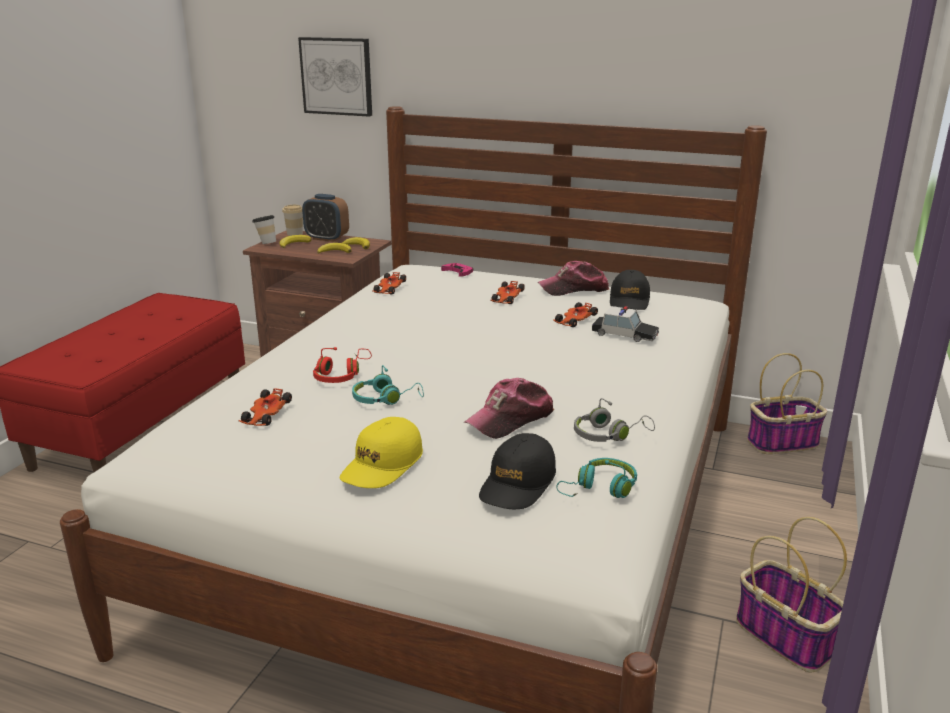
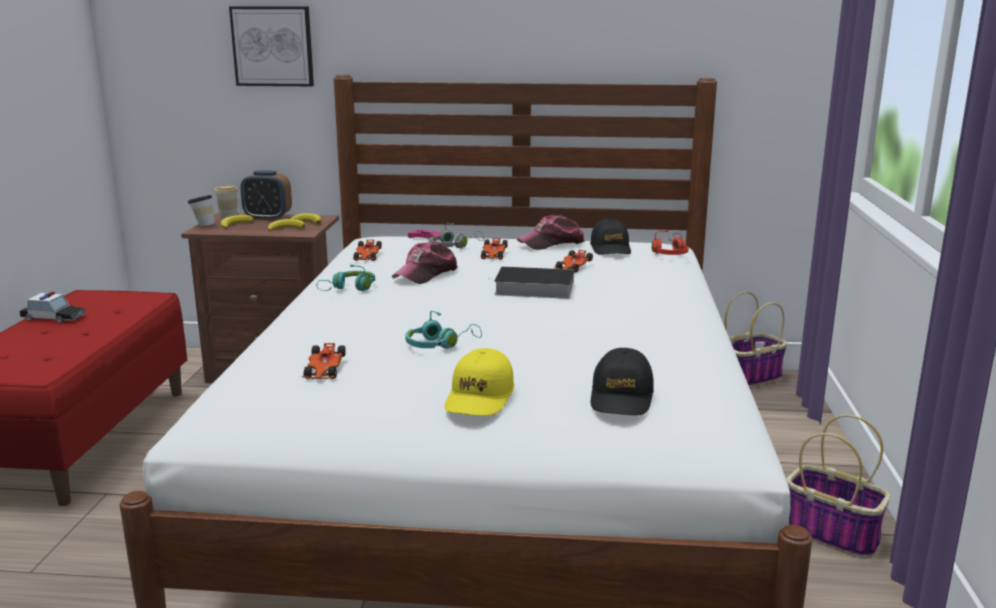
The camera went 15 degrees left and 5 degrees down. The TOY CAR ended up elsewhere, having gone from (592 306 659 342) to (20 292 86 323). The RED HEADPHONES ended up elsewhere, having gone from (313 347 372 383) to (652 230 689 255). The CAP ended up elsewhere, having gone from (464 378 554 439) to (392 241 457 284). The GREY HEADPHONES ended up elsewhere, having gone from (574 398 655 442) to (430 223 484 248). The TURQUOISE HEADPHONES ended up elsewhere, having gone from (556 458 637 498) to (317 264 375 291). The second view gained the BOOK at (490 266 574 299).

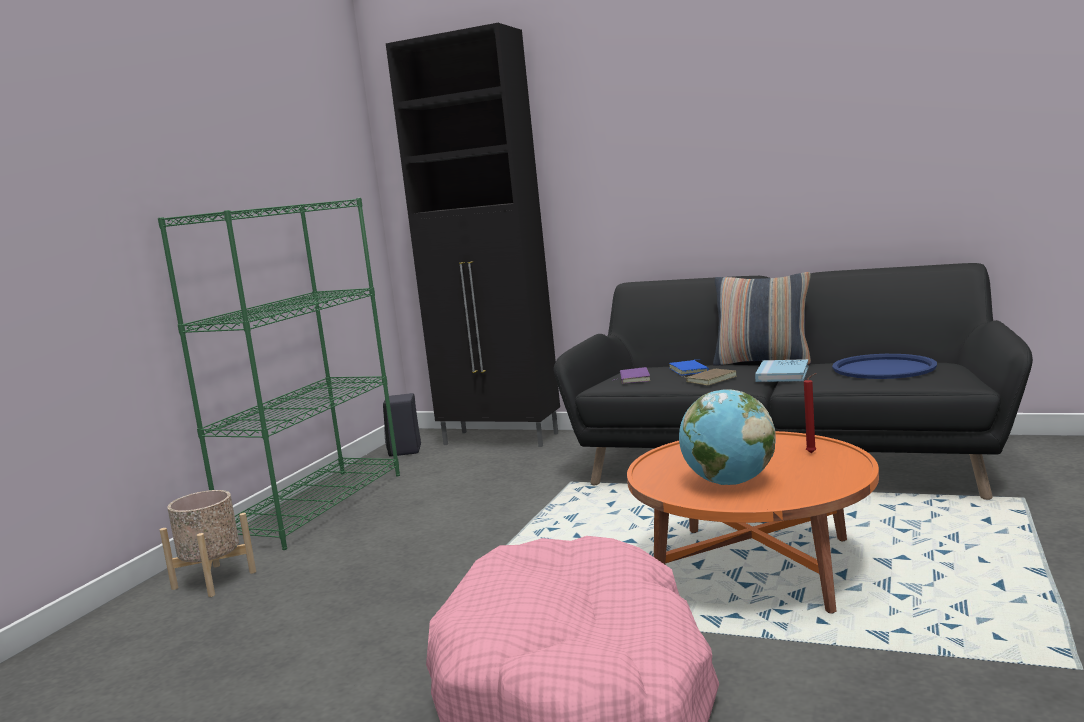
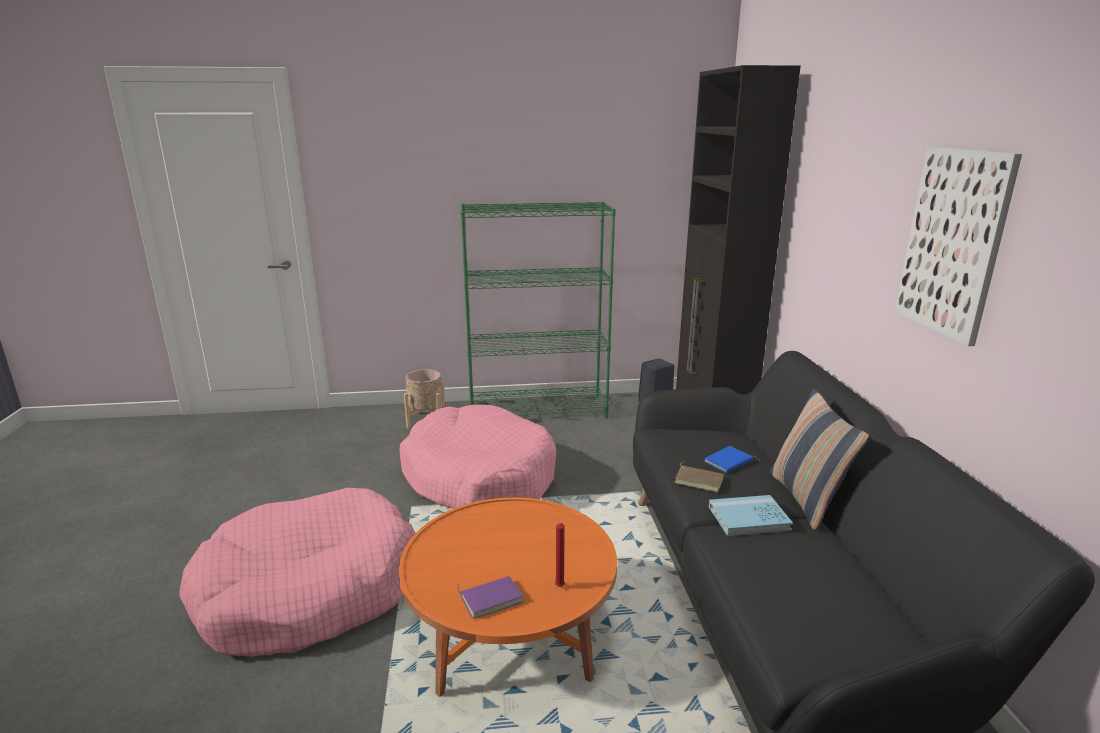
The camera went 60 degrees right and 10 degrees up. The second view lost the BLUE TRAY at (832 354 937 379). The PURPLE BOOK ended up elsewhere, having gone from (612 367 650 384) to (457 576 523 619). The second view lost the GLOBE at (679 389 776 485). The second view gained the PICTURE at (895 147 1022 346). The second view gained the PINK DOG BED at (400 405 556 509).

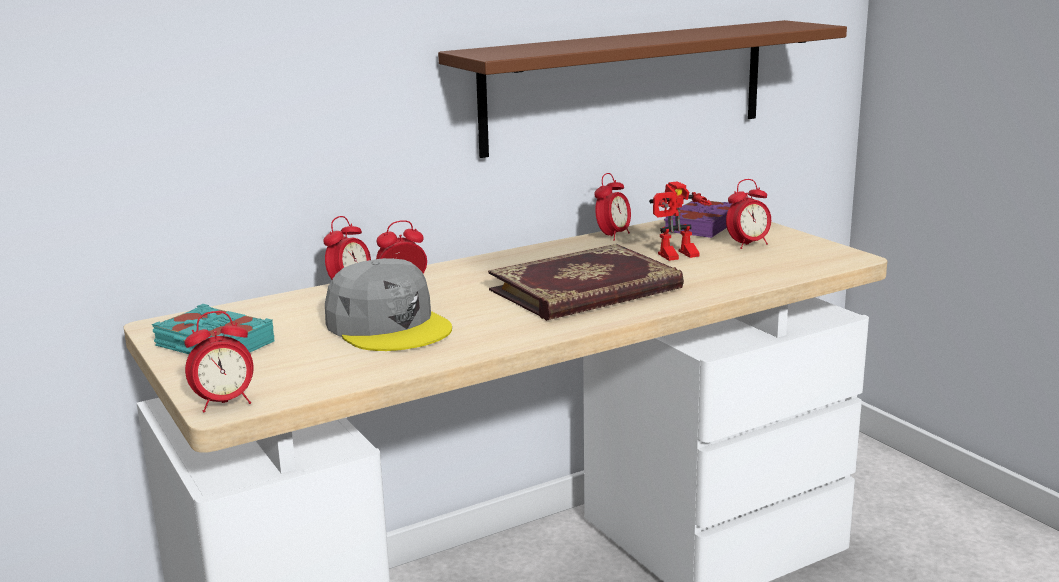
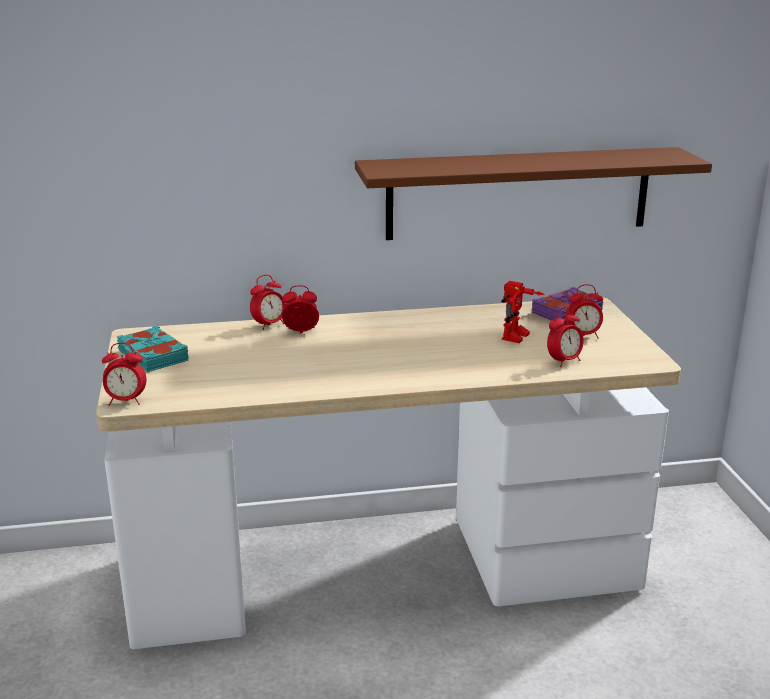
The camera went 20 degrees right and 5 degrees up. The ALARM CLOCK ended up elsewhere, having gone from (594 173 631 241) to (547 307 584 367). The TOY ROBOT at (649 181 712 261) ended up facing another way, 60 degrees counterclockwise from before. The second view lost the BOOK at (488 244 684 321). The second view lost the GREY CAP at (325 258 452 351).

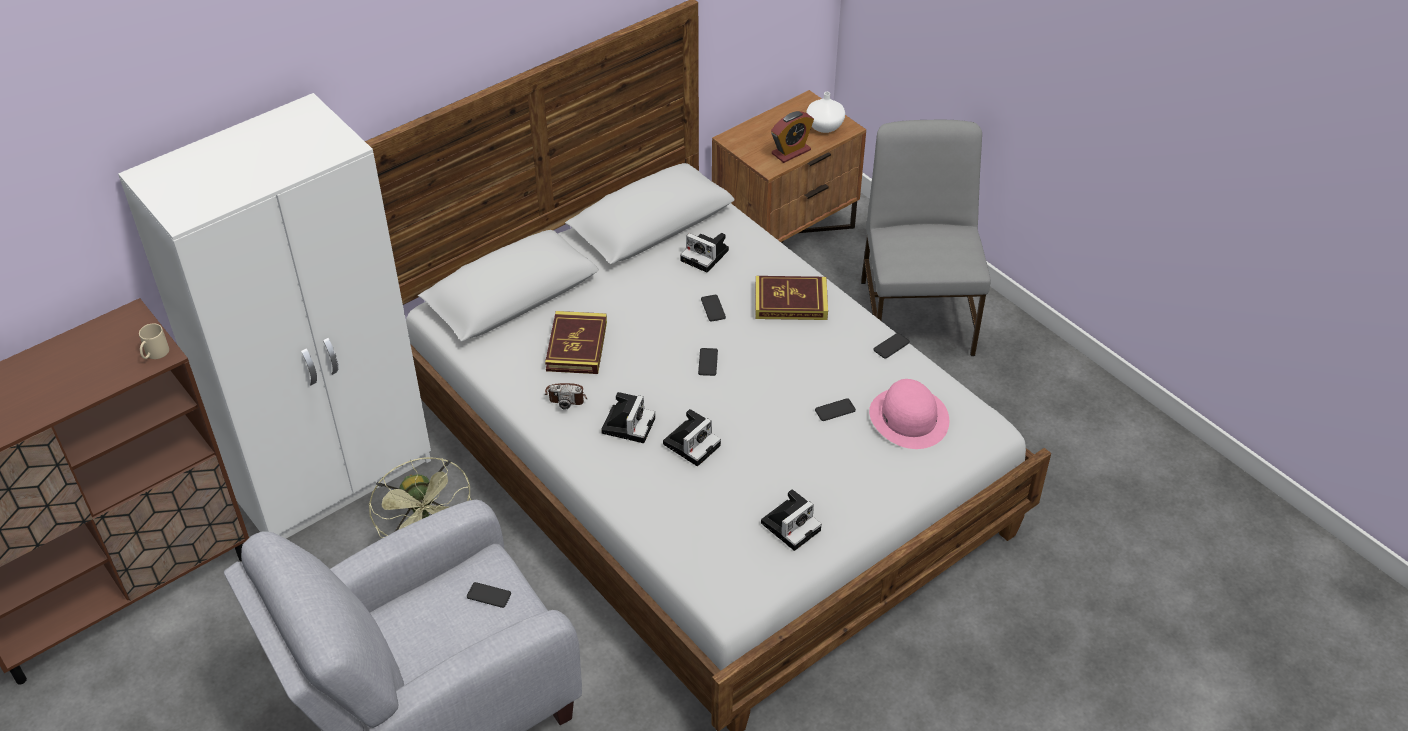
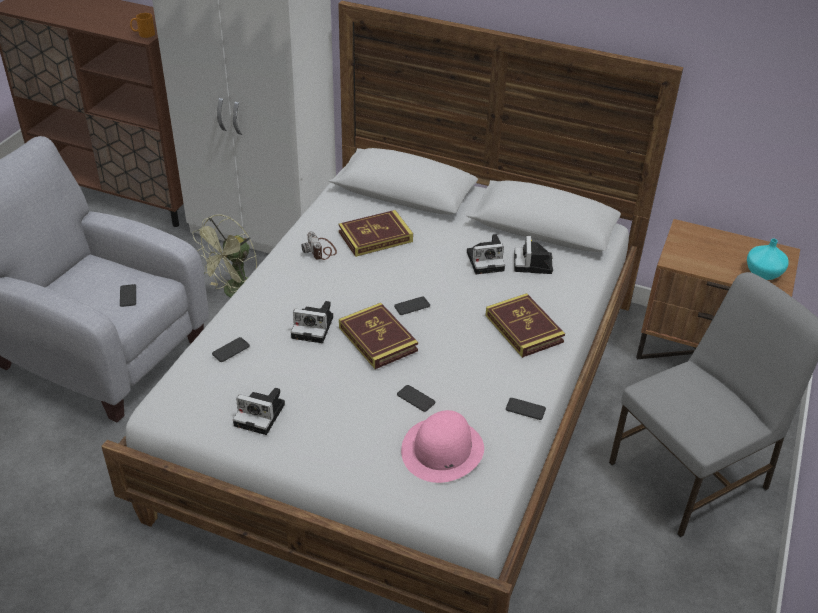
The camera went 60 degrees right and 5 degrees down. What was the WHITE VASE at (806 92 845 133) turned into the TURQUOISE VASE at (747 239 789 280). The second view lost the ALARM CLOCK at (771 111 814 163). The PHONE ended up elsewhere, having gone from (701 295 726 322) to (212 337 250 362). What was the BEIGE MUG at (139 323 169 359) turned into the ORANGE MUG at (130 13 155 38). The PHOTO CAMERA ended up elsewhere, having gone from (601 392 655 443) to (467 234 505 274). The second view gained the BOOK at (339 303 418 369).

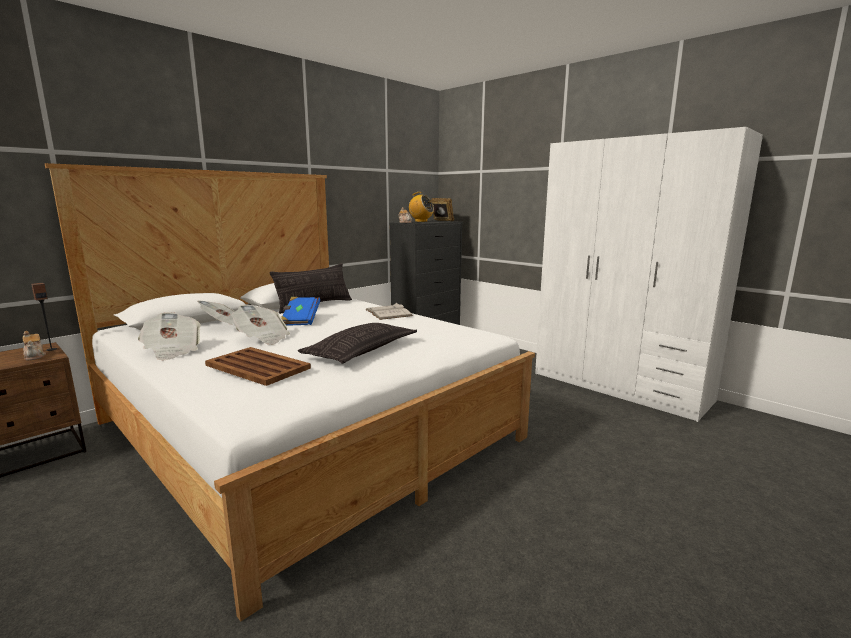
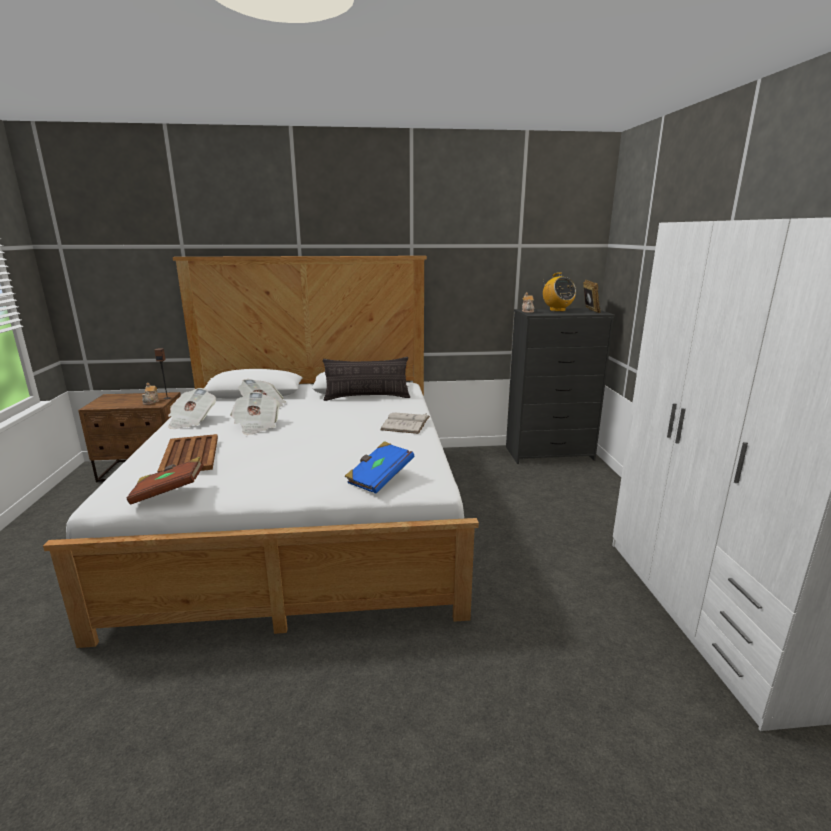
The camera went 40 degrees right and 5 degrees up. The BLUE BOOK ended up elsewhere, having gone from (281 297 320 326) to (345 441 414 494). The second view lost the PILLOW at (298 323 417 364). The second view gained the BROWN BOOK at (127 457 204 505).

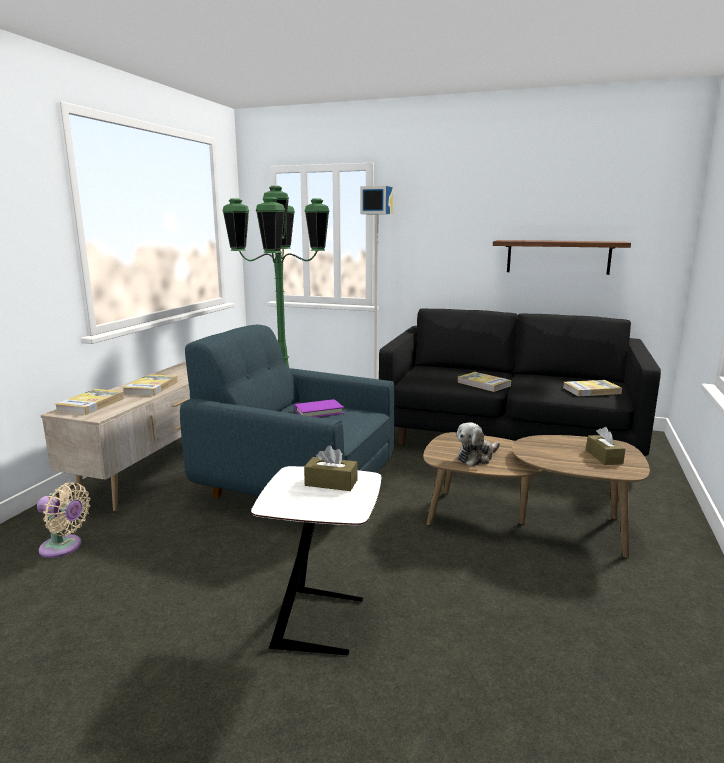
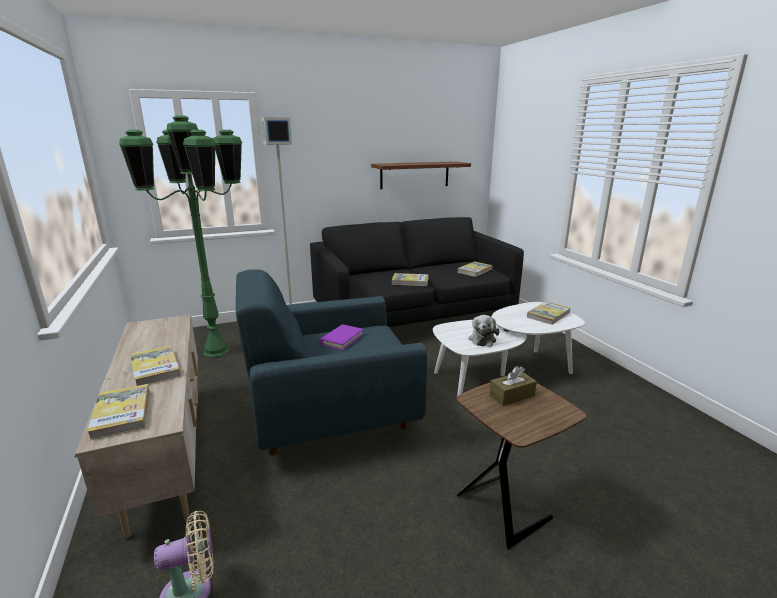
The camera went 40 degrees left and 5 degrees up. Where the BROWN TISSUE BOX stood at (586 427 625 465), the BOOK came to stand at (527 301 571 325). What was the BROWN COFFEE TABLE at (423 432 650 558) turned into the WHITE COFFEE TABLE at (433 302 585 396). What was the WHITE SIDE TABLE at (251 466 381 655) turned into the BROWN SIDE TABLE at (457 382 586 549).

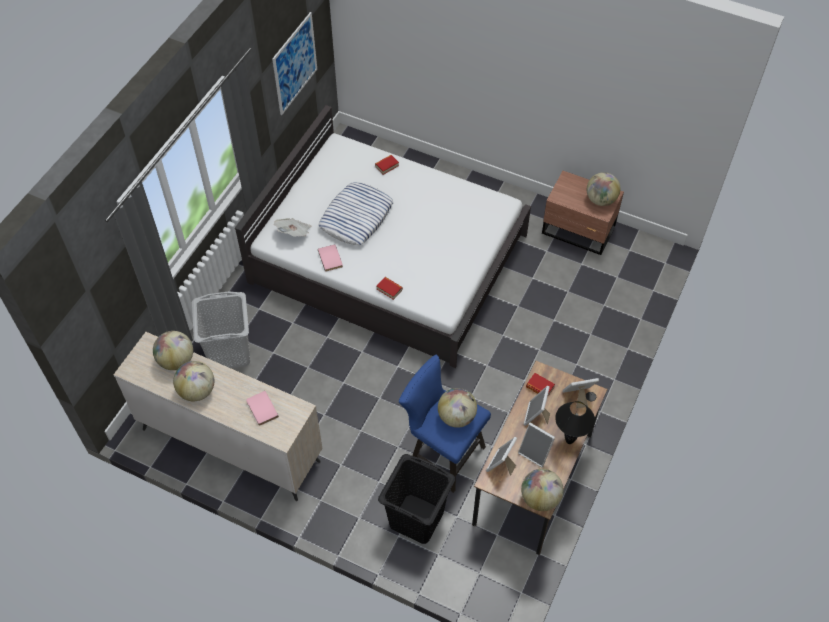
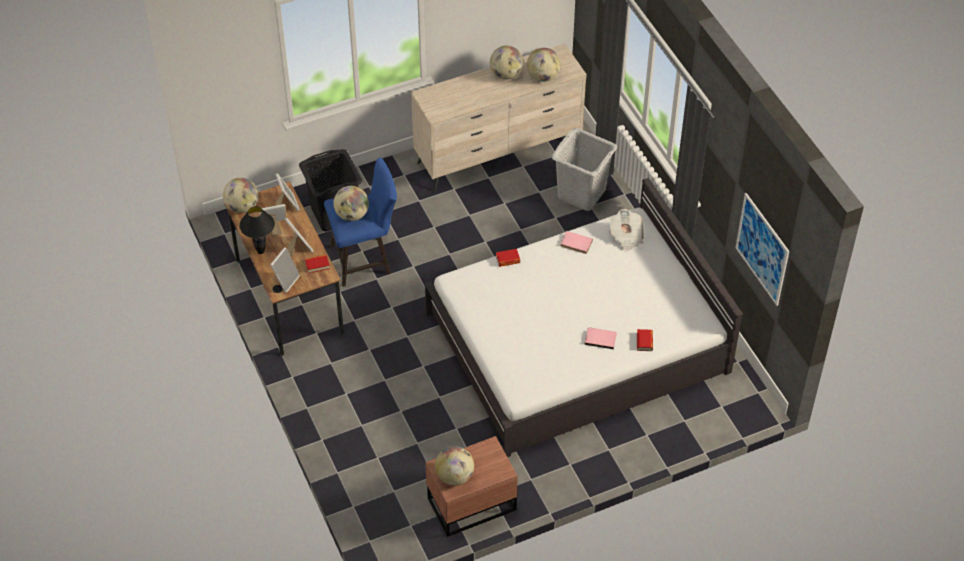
The camera went 130 degrees right and 5 degrees down. The second view lost the PILLOW at (318 182 393 245). The PINK BOOK ended up elsewhere, having gone from (246 391 279 426) to (584 327 617 349).

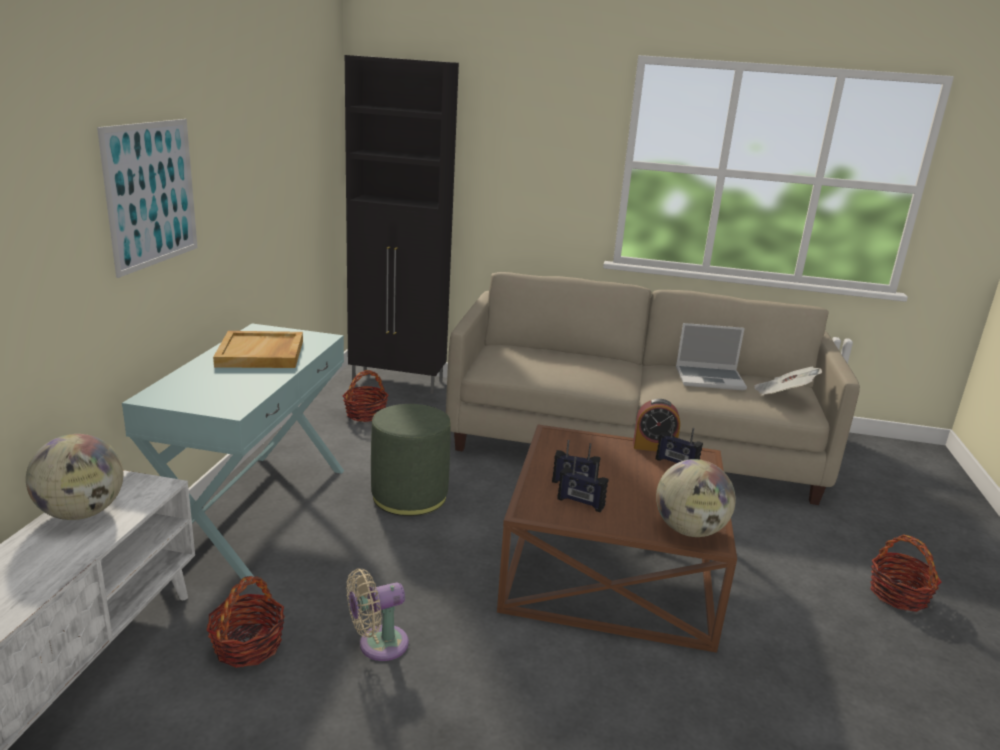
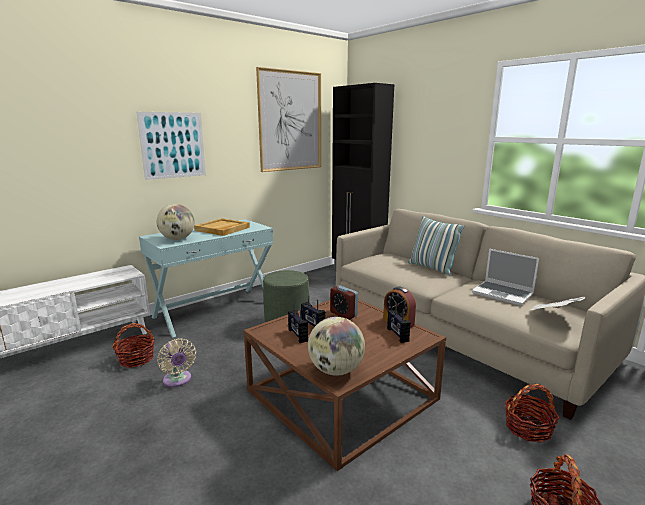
The camera went 40 degrees right and 5 degrees down. The BASKET ended up elsewhere, having gone from (343 370 389 422) to (505 384 560 443). The GLOBE ended up elsewhere, having gone from (26 434 123 520) to (157 204 195 240). The BEIGE FAN at (346 569 409 661) ended up facing another way, 135 degrees counterclockwise from before. The second view gained the PICTURE at (256 67 321 172). The second view gained the PILLOW at (408 216 465 275). The second view gained the ALARM CLOCK at (330 285 358 320).

